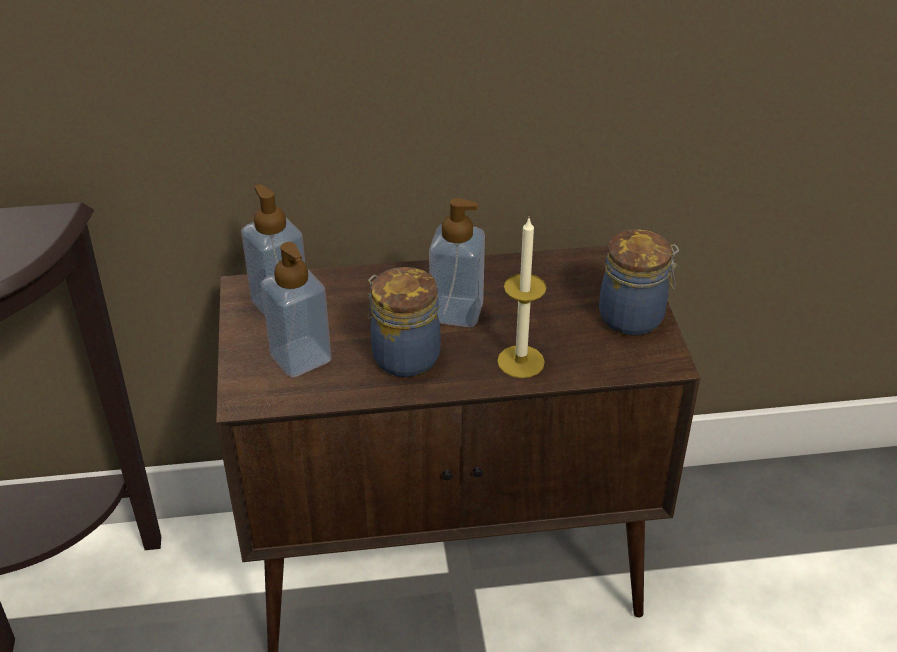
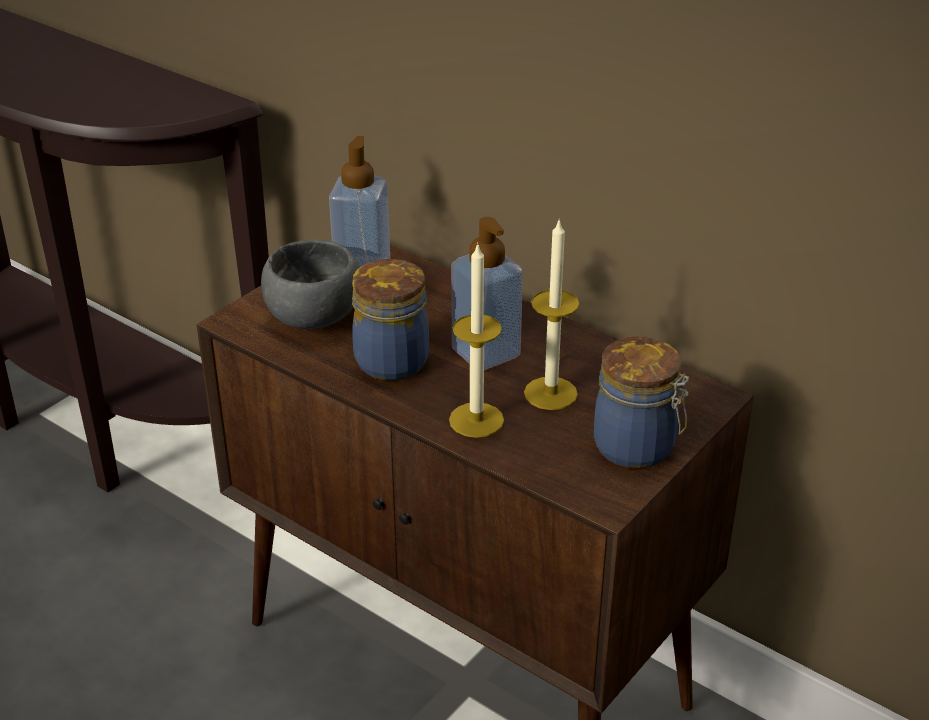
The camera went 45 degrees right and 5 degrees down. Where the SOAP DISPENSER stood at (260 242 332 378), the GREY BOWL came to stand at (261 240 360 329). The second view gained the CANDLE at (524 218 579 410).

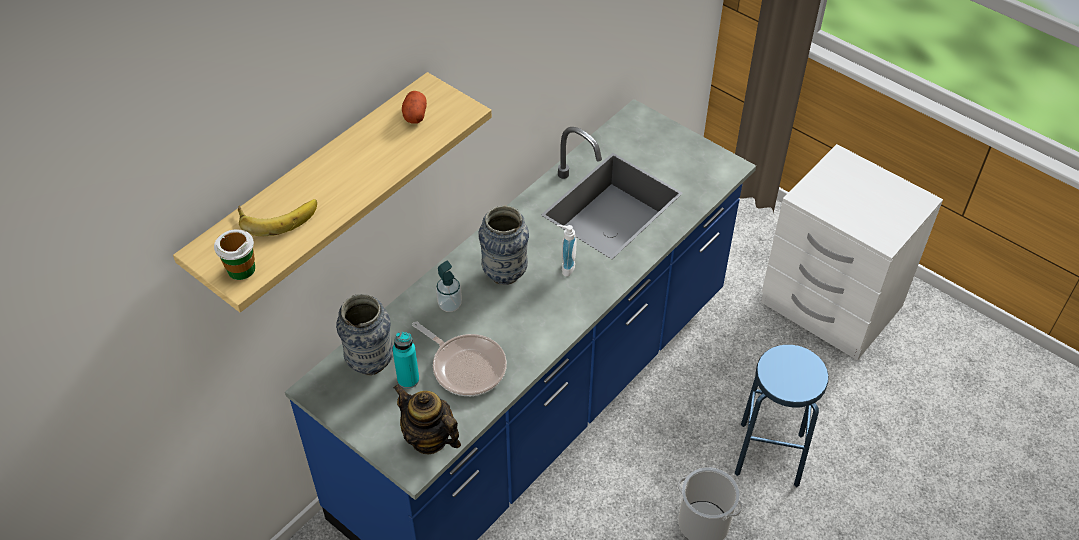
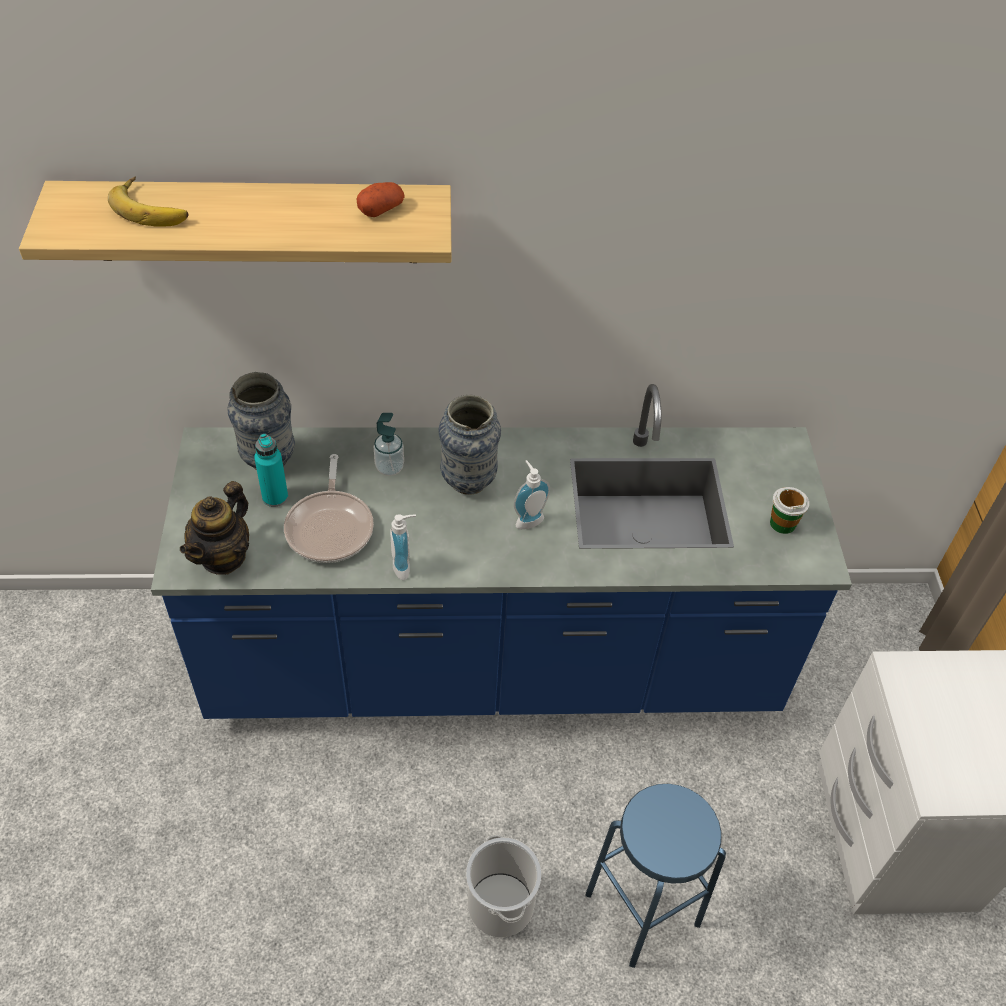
The camera went 45 degrees right and 0 degrees up. The CUP ended up elsewhere, having gone from (214 229 255 280) to (770 487 809 534). The TEAPOT at (394 384 461 454) ended up facing another way, 150 degrees counterclockwise from before. The second view gained the SOAP DISPENSER at (390 514 416 580).

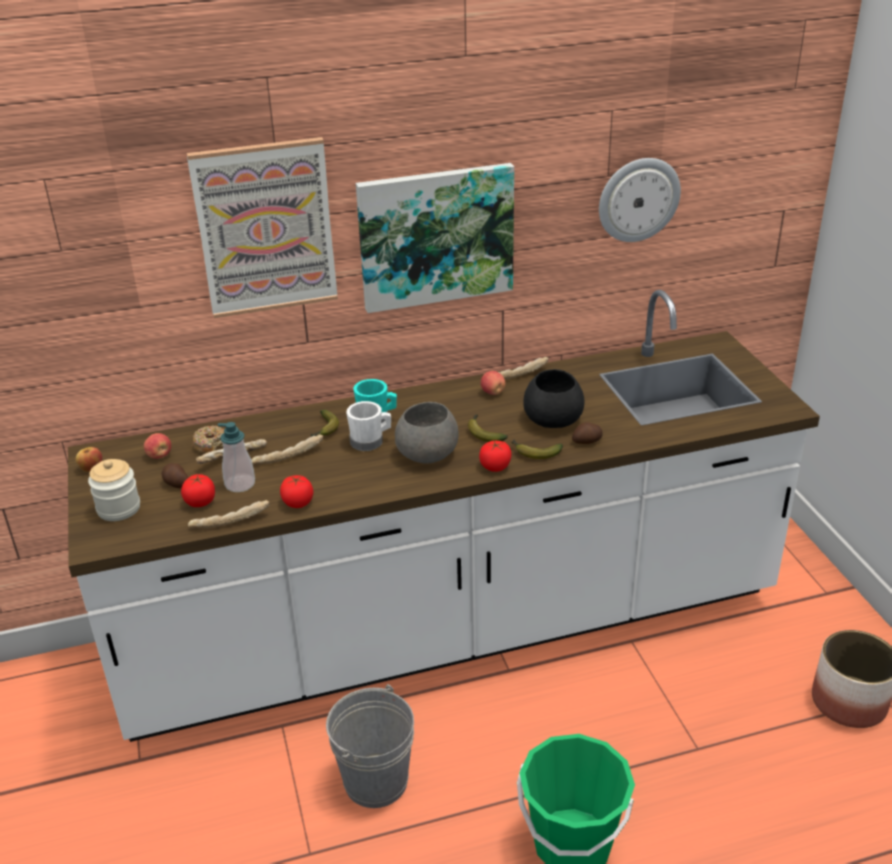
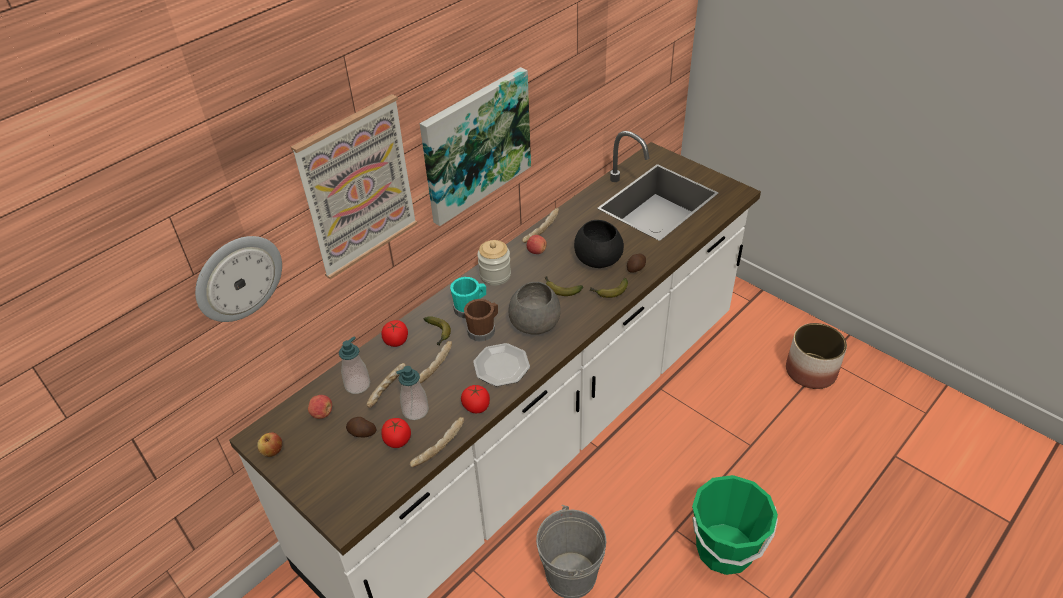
The camera went 30 degrees left and 10 degrees up. The WALL CLOCK ended up elsewhere, having gone from (599 158 681 242) to (195 236 282 322). What was the WHITE MUG at (346 401 391 451) turned into the BROWN MUG at (464 299 498 342). Where the DONUT stood at (192 425 224 454), the SOAP DISPENSER came to stand at (339 336 370 394). The TOMATO ended up elsewhere, having gone from (479 441 512 472) to (381 320 408 347). The JAR ended up elsewhere, having gone from (88 459 140 521) to (477 240 511 286). The second view gained the PLATE at (473 343 530 386).

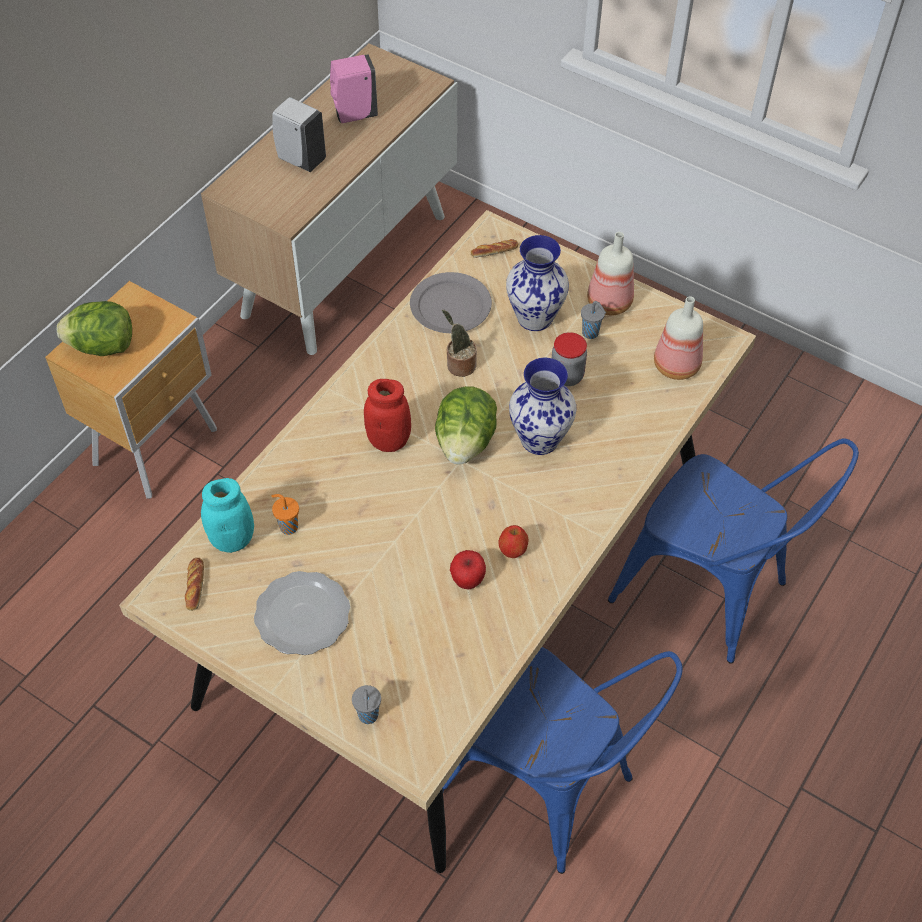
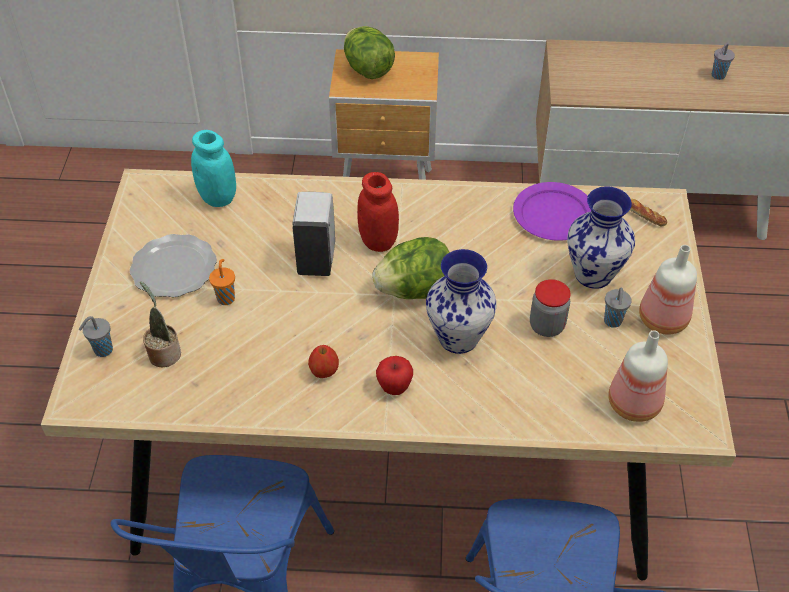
The camera went 60 degrees right and 5 degrees down. Where the PINK SOAP DISPENSER stood at (330 55 378 123), the GREY CUP came to stand at (712 43 735 80). The WHITE SOAP DISPENSER ended up elsewhere, having gone from (272 97 326 172) to (292 192 335 276). What was the GREY PLATE at (410 272 492 333) turned into the PURPLE PLATE at (513 182 591 241). The POTTED PLANT ended up elsewhere, having gone from (442 310 477 377) to (140 282 181 367). The ORANGE CUP ended up elsewhere, having gone from (271 494 299 535) to (209 259 235 305). The APPLE ended up elsewhere, having gone from (450 550 486 589) to (376 356 413 395). The second view lost the BREAD at (185 558 204 611).

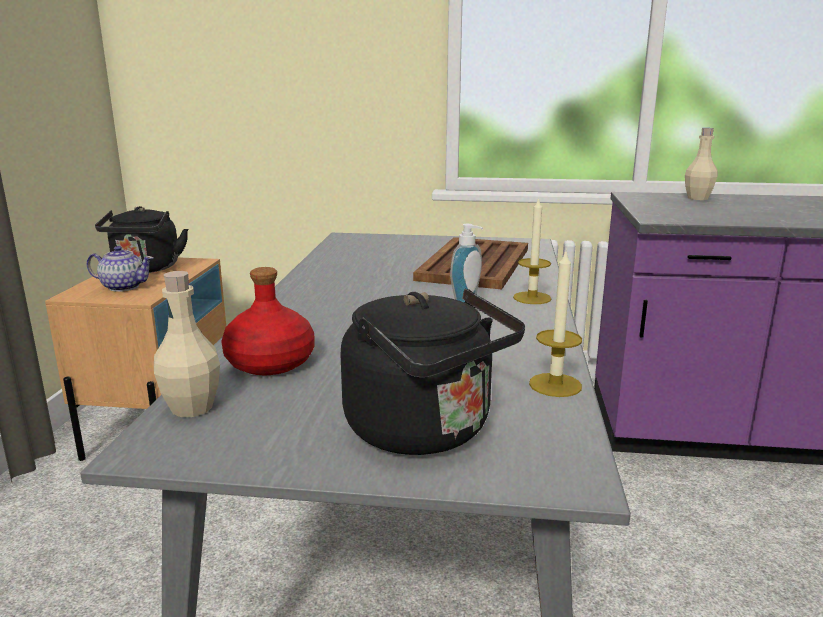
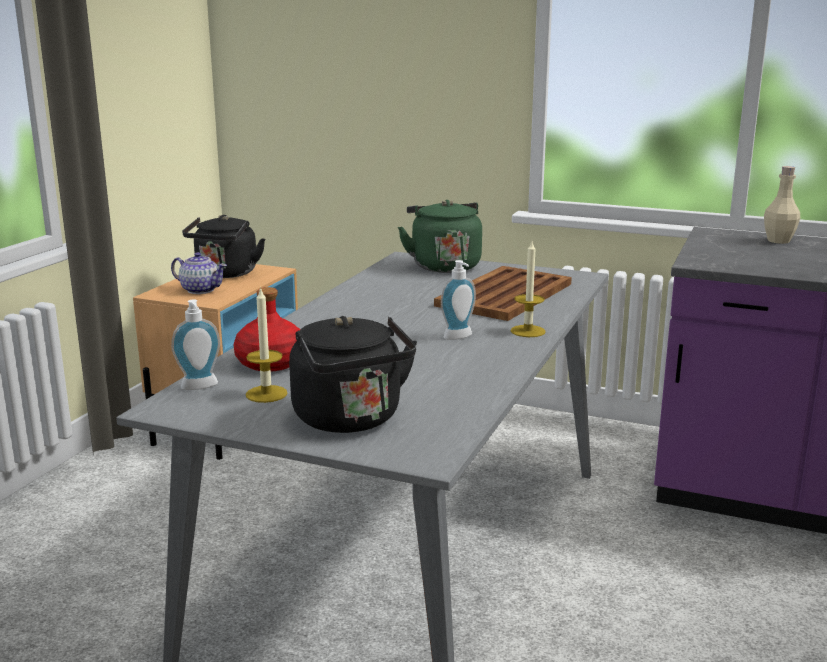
The camera went 15 degrees right and 0 degrees up. The CANDLE ended up elsewhere, having gone from (529 249 582 397) to (246 287 288 403). Where the BEIGE BOTTLE stood at (154 271 220 417), the SOAP DISPENSER came to stand at (171 300 220 390). The second view gained the GREEN KETTLE at (398 200 482 273).

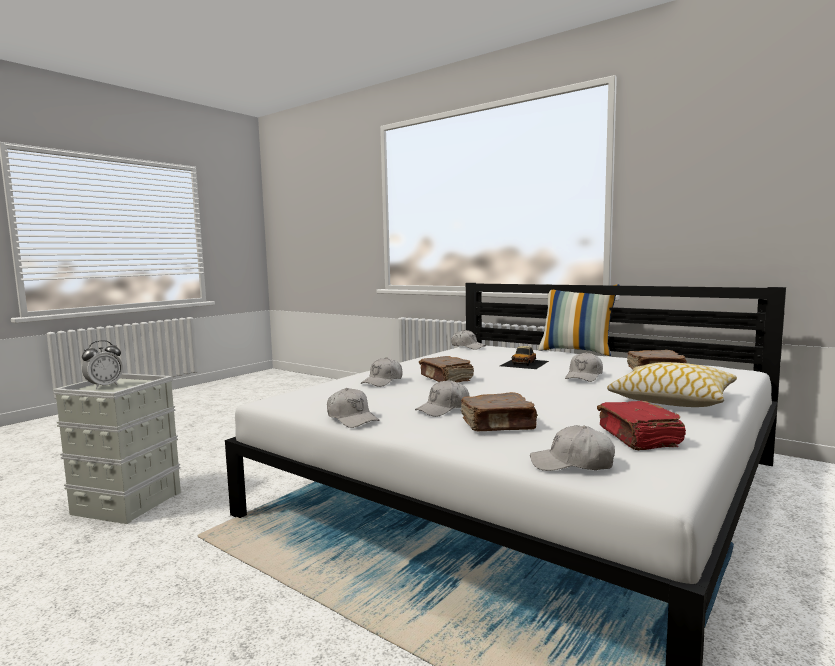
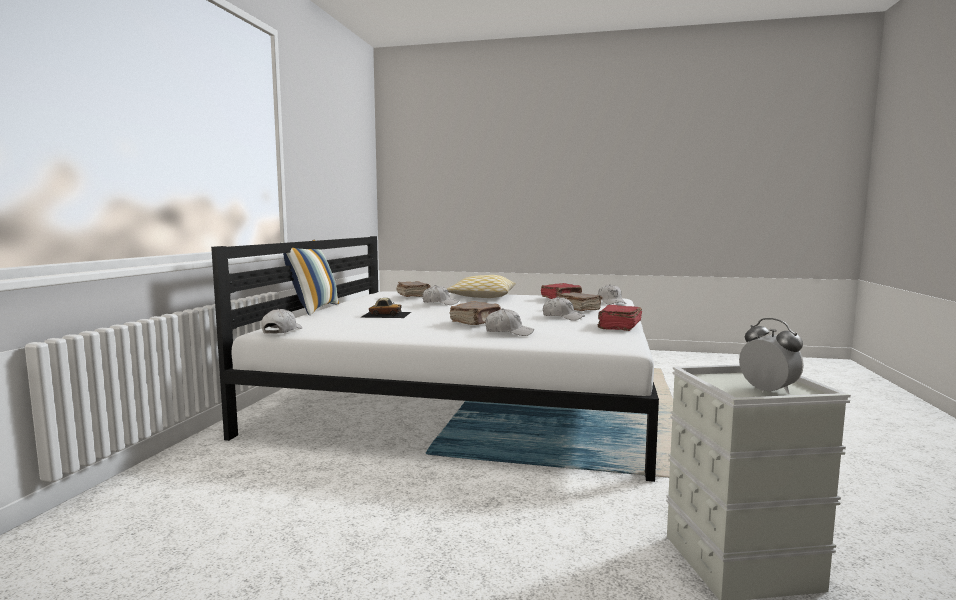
The camera went 115 degrees left and 0 degrees up. The ALARM CLOCK at (82 340 123 389) ended up facing another way, 45 degrees clockwise from before. Where the WHITE CAP stood at (327 388 380 428), the RED BOOK came to stand at (597 305 642 331).

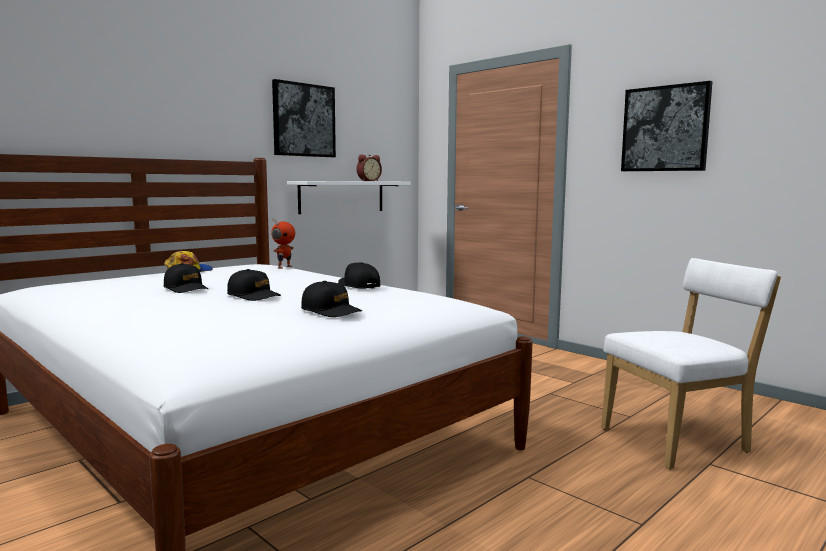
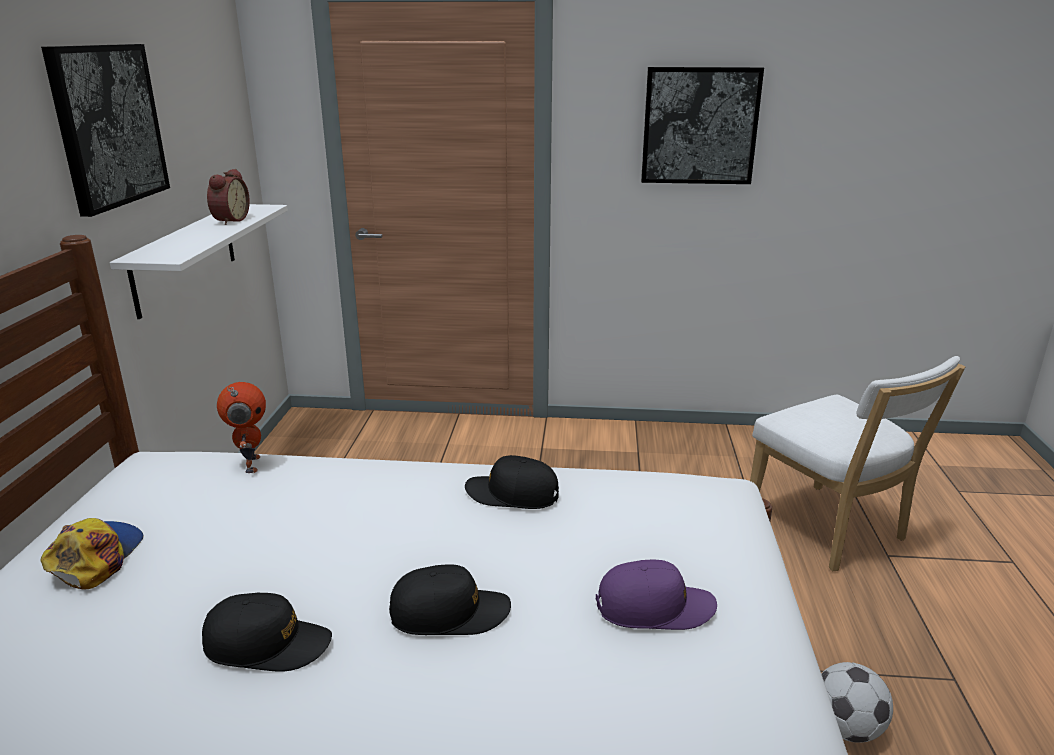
The camera went 40 degrees left and 15 degrees up. The WHITE CHAIR at (601 258 781 469) ended up facing another way, 120 degrees clockwise from before. What was the BLACK CAP at (301 281 362 317) turned into the PURPLE CAP at (596 560 717 630). The second view gained the FOOTBALL at (821 662 893 743).

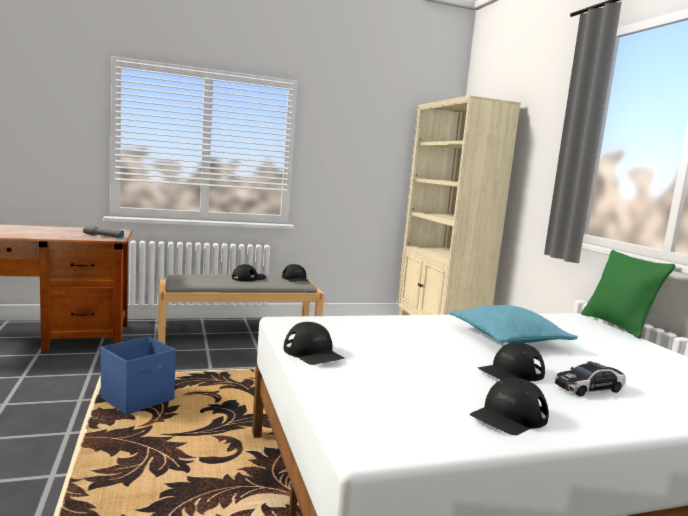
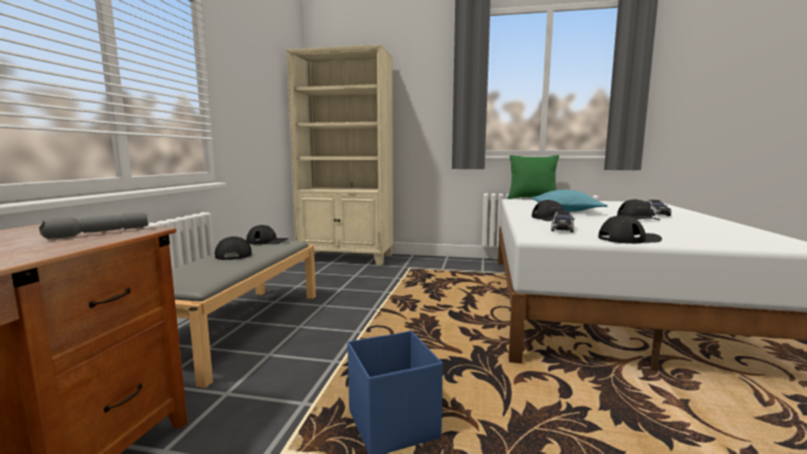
The camera went 60 degrees left and 0 degrees up. The BLACK CAP ended up elsewhere, having gone from (470 378 549 435) to (532 200 564 221). The second view gained the TOY CAR at (551 211 575 232).

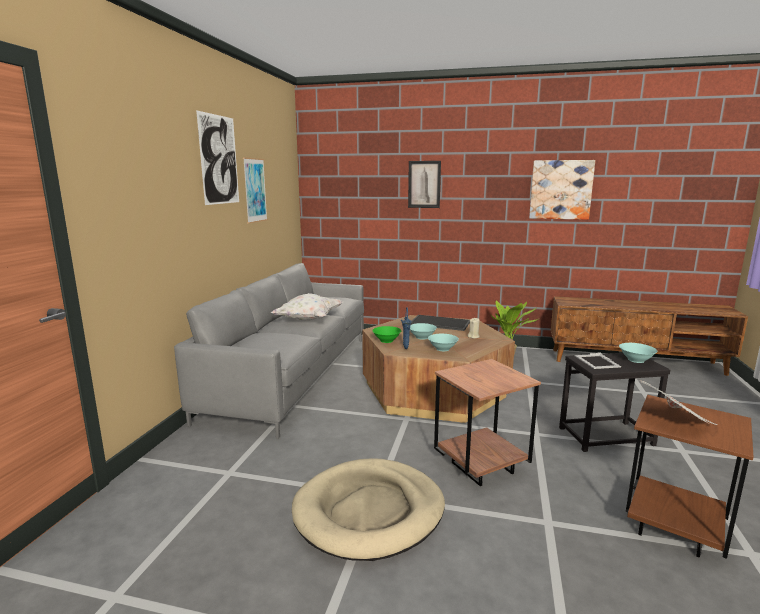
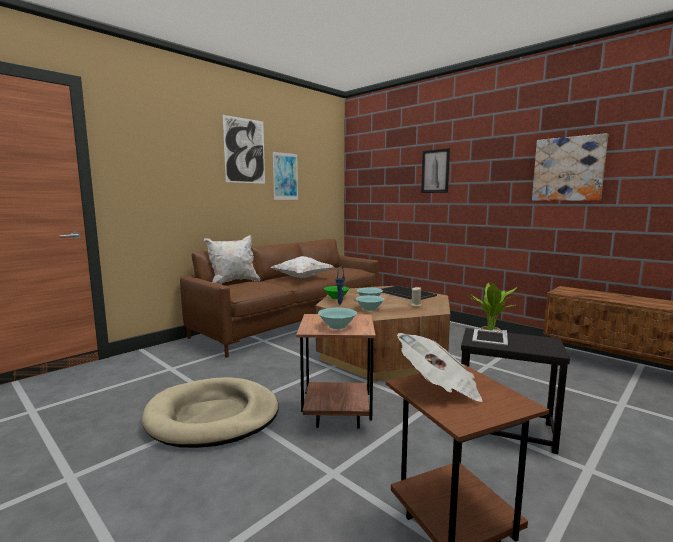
The camera went 30 degrees right and 5 degrees down. What was the GREY SOFA at (174 263 364 439) turned into the BROWN SOFA at (180 239 379 358). The TURQUOISE BOWL ended up elsewhere, having gone from (619 343 657 363) to (318 308 357 329). The second view gained the WHITE PILLOW at (204 235 260 284).

